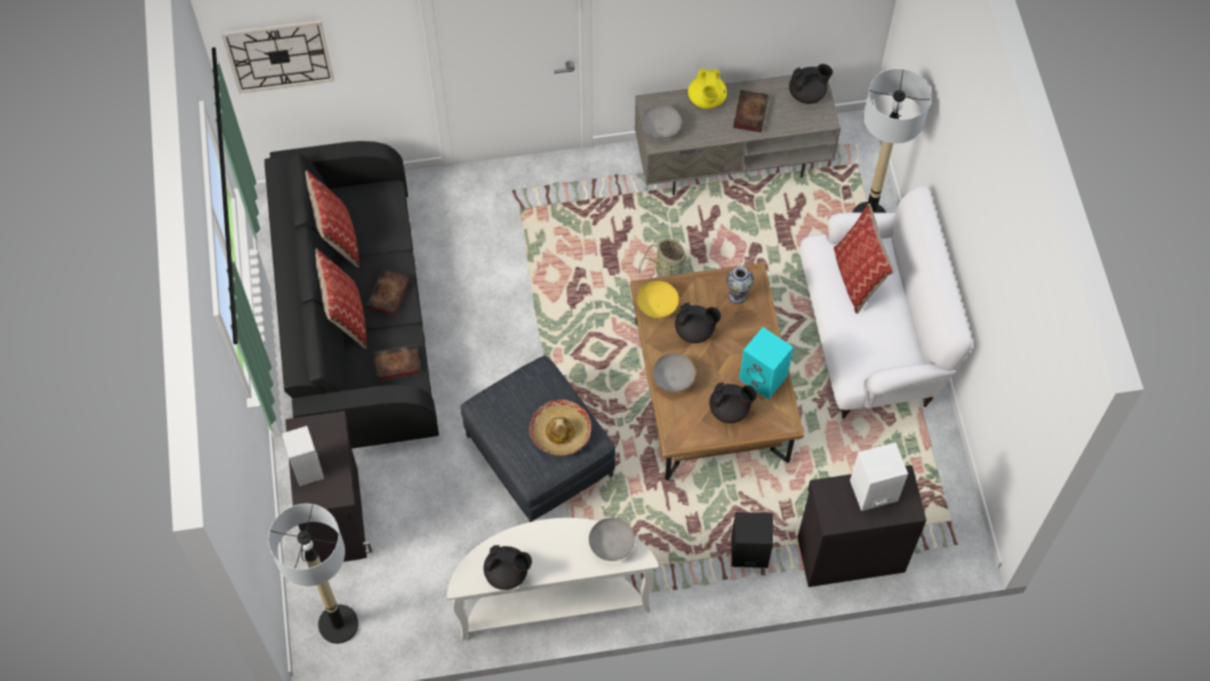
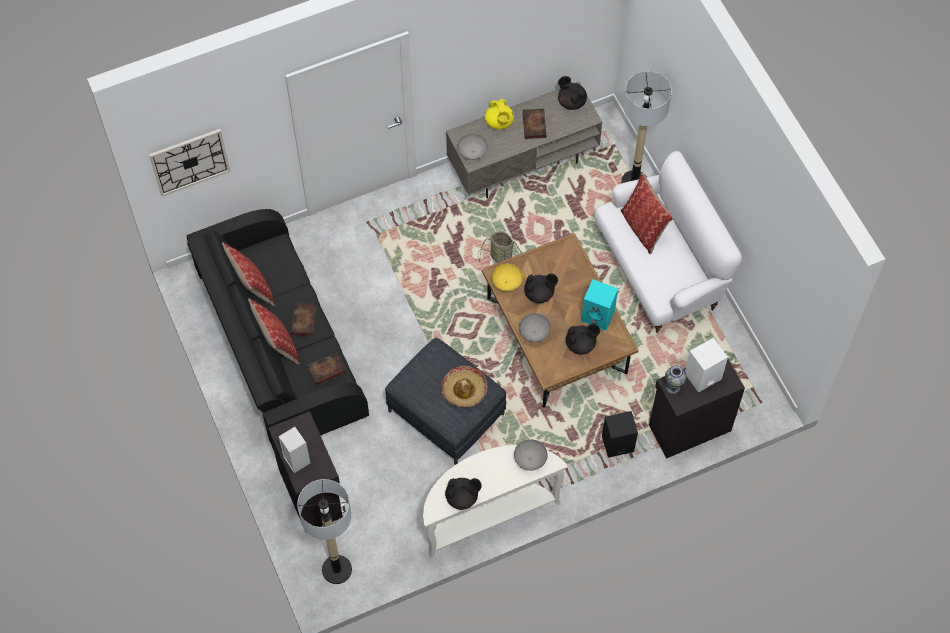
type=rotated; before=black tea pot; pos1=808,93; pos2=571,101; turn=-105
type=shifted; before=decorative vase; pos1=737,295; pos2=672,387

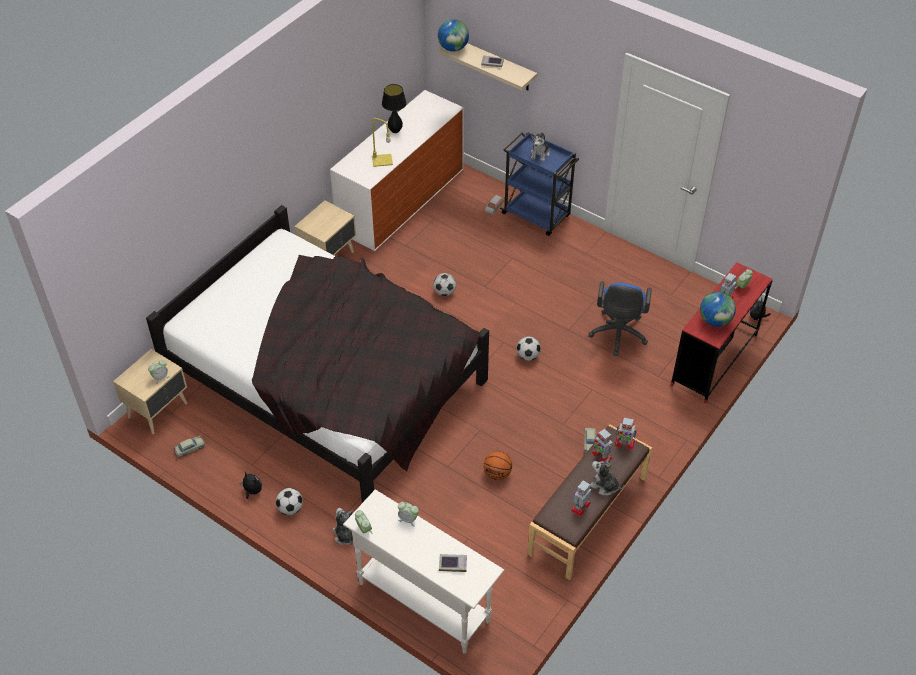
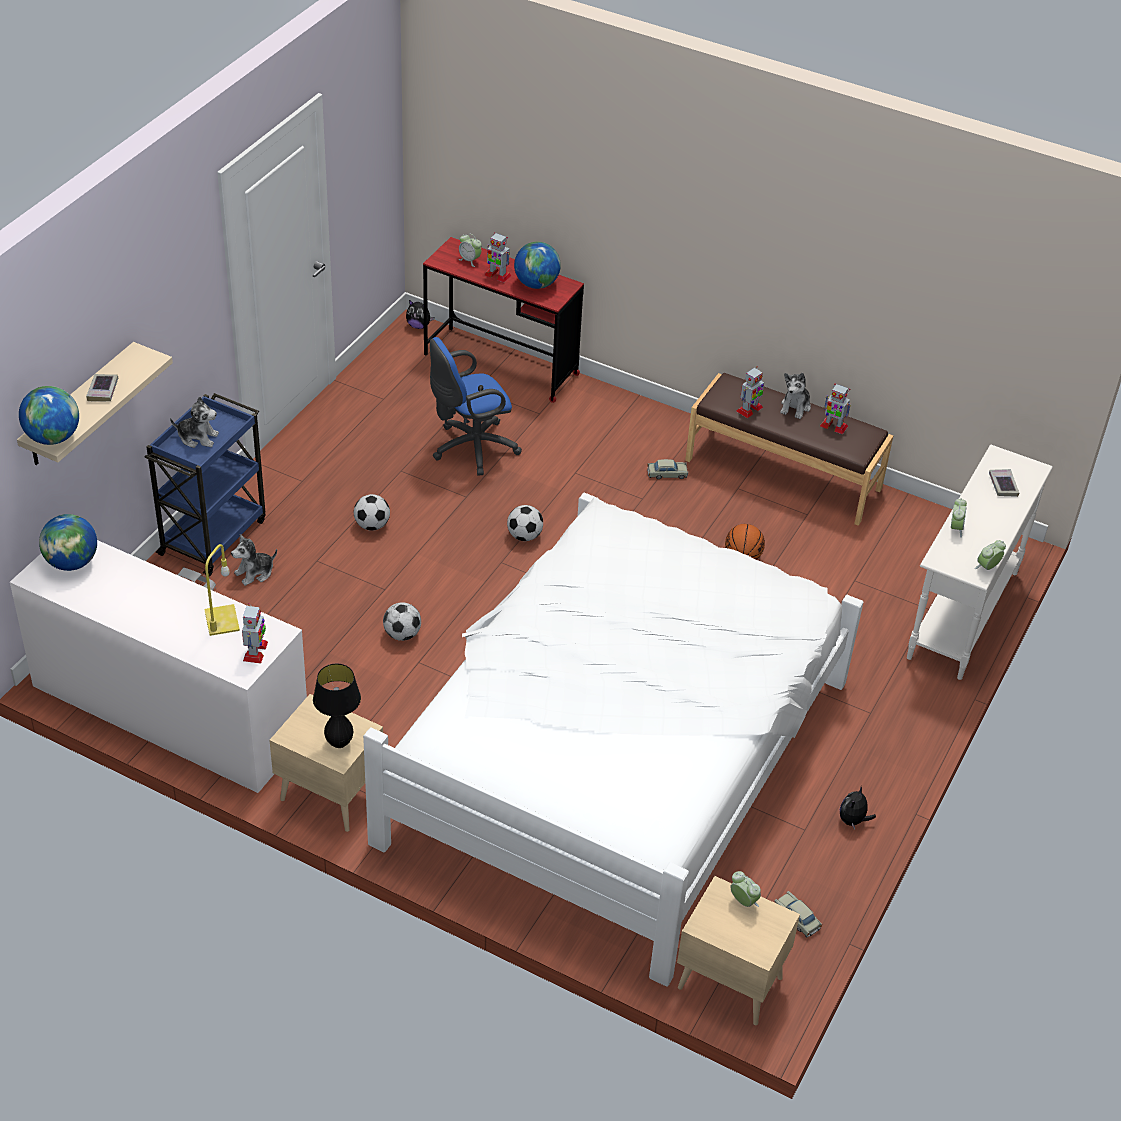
type=shifted; before=black tabletop lamp; pos1=395,131; pos2=339,743
type=repainted; before=black bedroom bed; after=white bedroom bed; pos1=328,381; pos2=617,757
type=rotated; before=bluish computer chair; pos1=618,336; pos2=470,449; turn=150
type=shifted; before=toy robot; pos1=624,443; pos2=255,652
type=shifted; before=football ball; pos1=290,508; pos2=372,525
type=shifted; before=cuddly toy; pos1=345,535; pos2=255,573
type=new; after=world globe; pos2=72,563

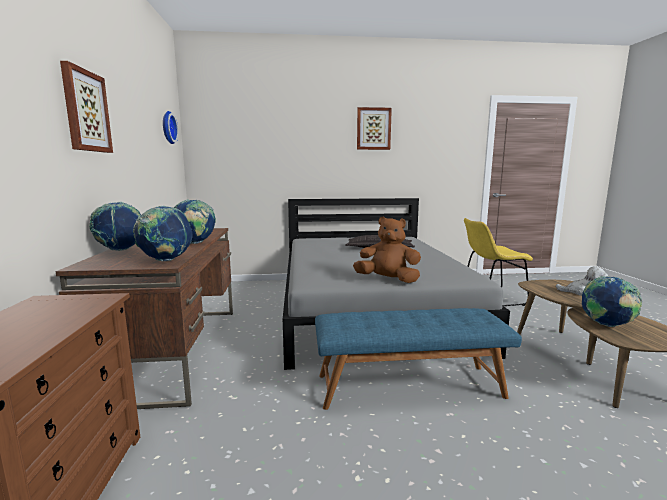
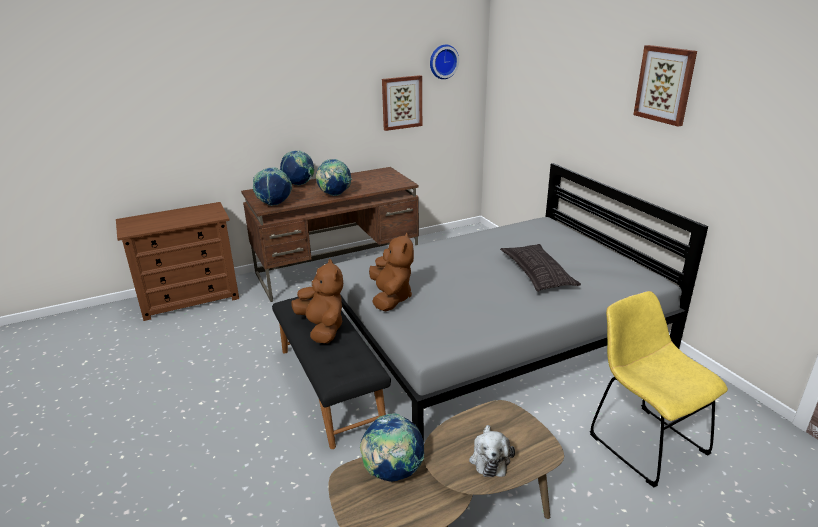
type=shifted; before=wall picture; pos1=85,111; pos2=401,102
type=repainted; before=bluish indoor bench; after=black indoor bench; pos1=409,385; pos2=331,386
type=new; after=brownish cuddly toy; pos2=322,329

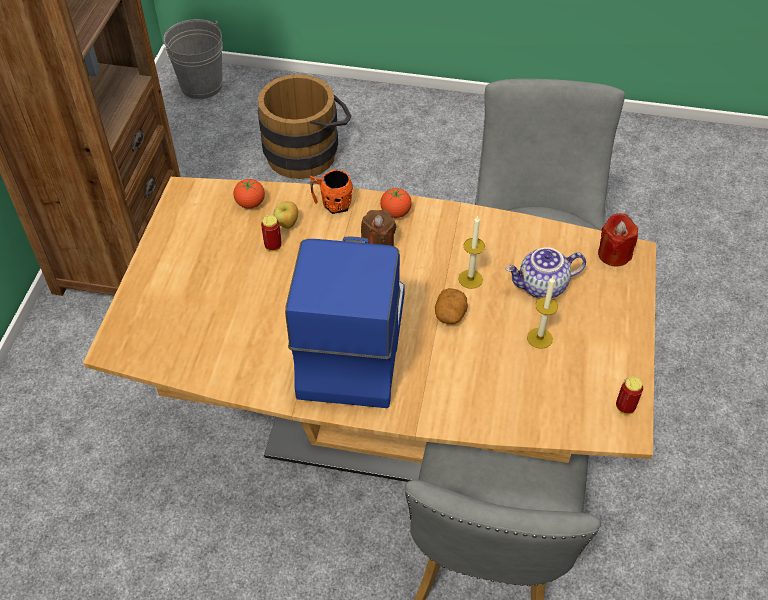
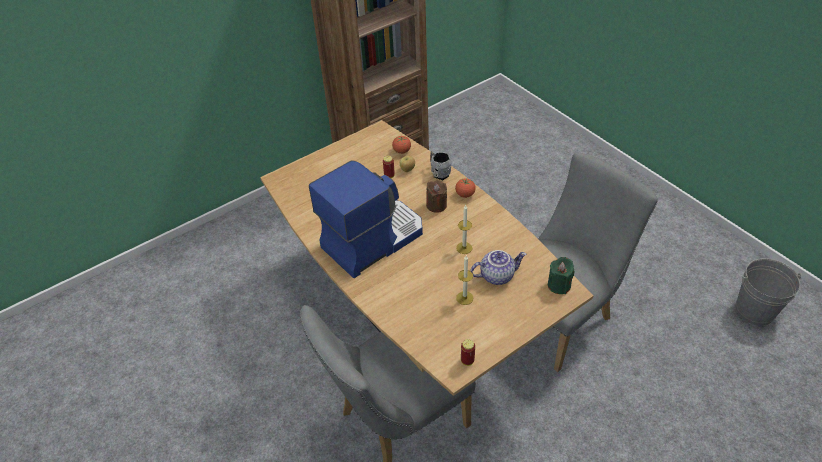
type=shifted; before=gray water bucket; pos1=201,85; pos2=755,310
type=gone; before=brownish water bucket; pos1=307,151
type=repainted; before=orange-coloured tea mug; after=gray tea mug; pos1=332,204; pos2=439,173
type=repainted; before=red-coloured candle; after=green-coloured candle; pos1=614,254; pos2=559,285
type=rotated; before=tea pot; pos1=542,287; pos2=497,275; turn=135
type=gone; before=spud; pos1=450,314

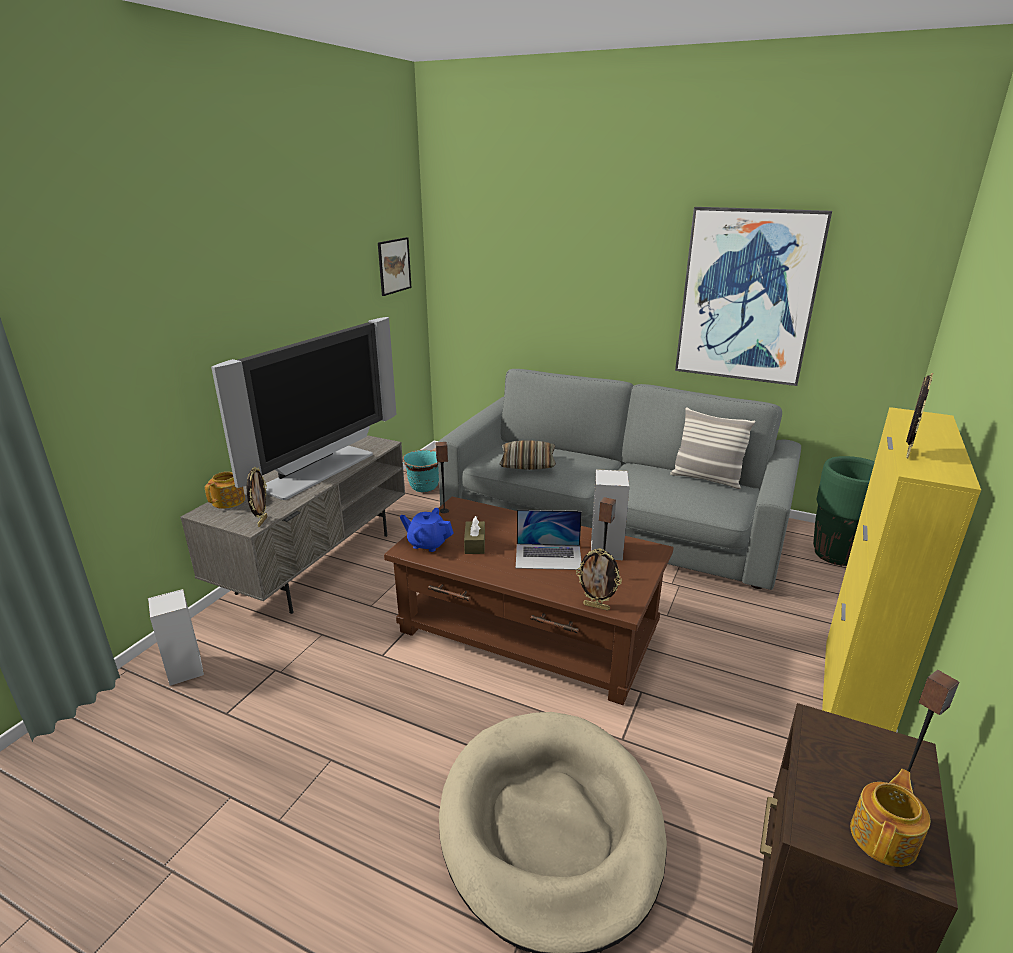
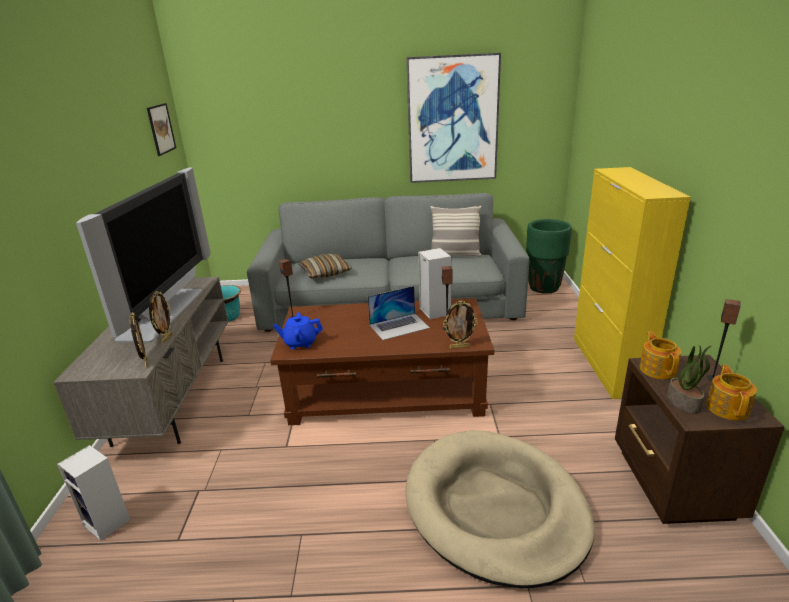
type=shifted; before=photo frame; pos1=906,452; pos2=166,338
type=shifted; before=tea pot; pos1=229,501; pos2=657,369
type=gone; before=brownish tissue holder; pos1=475,544
type=new; after=plant in a pot; pos2=684,403

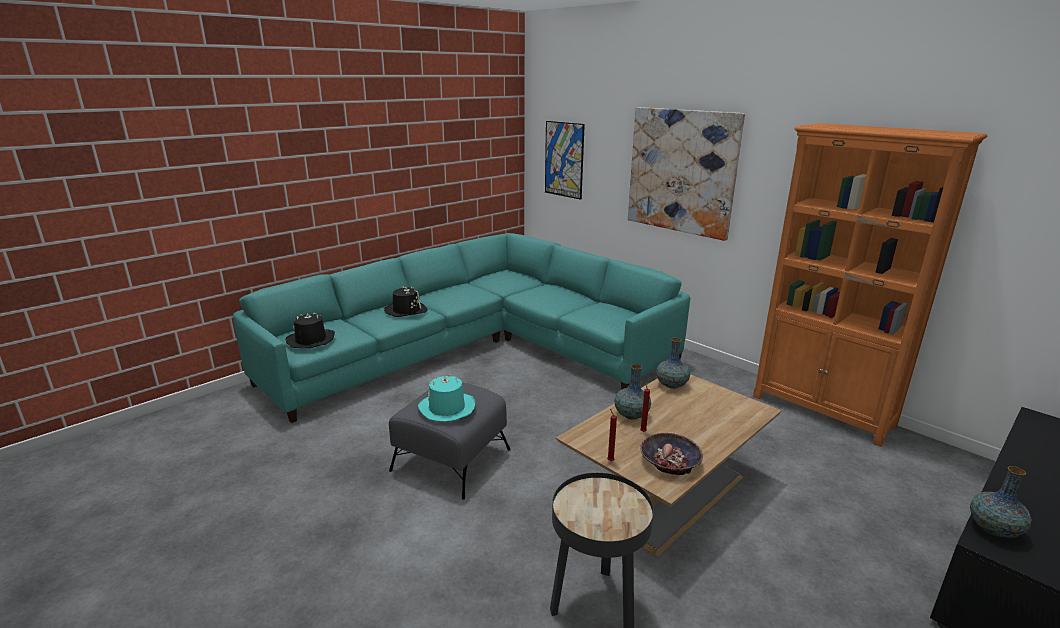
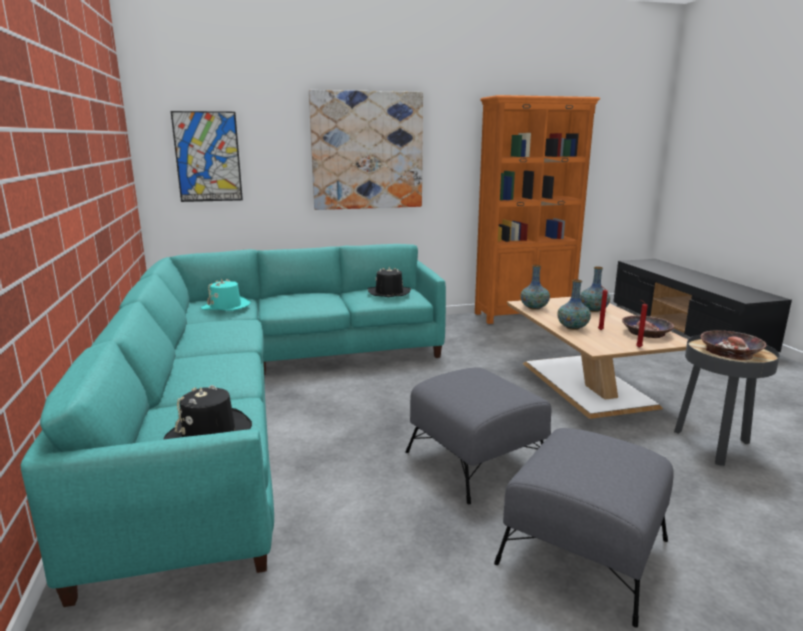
type=shifted; before=black clothing hat; pos1=406,310; pos2=389,293
type=shifted; before=blue-green clothing hat; pos1=446,408; pos2=226,306
type=shifted; before=decorative vase; pos1=993,529; pos2=593,310
type=new; after=bowl; pos2=730,351
type=new; after=gray footrest; pos2=584,551

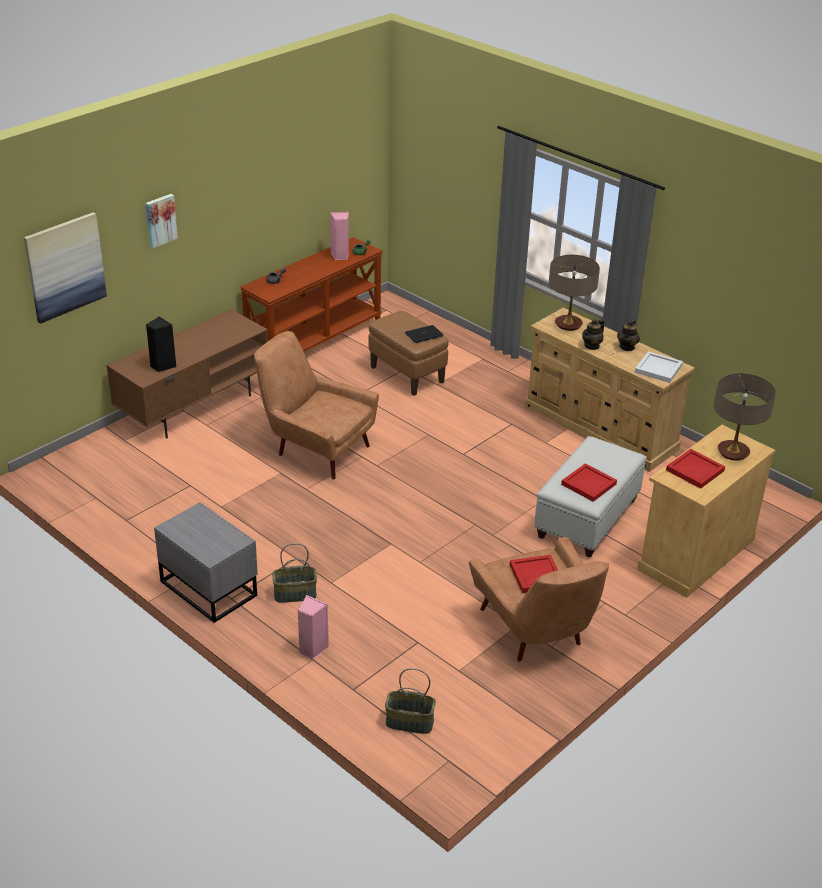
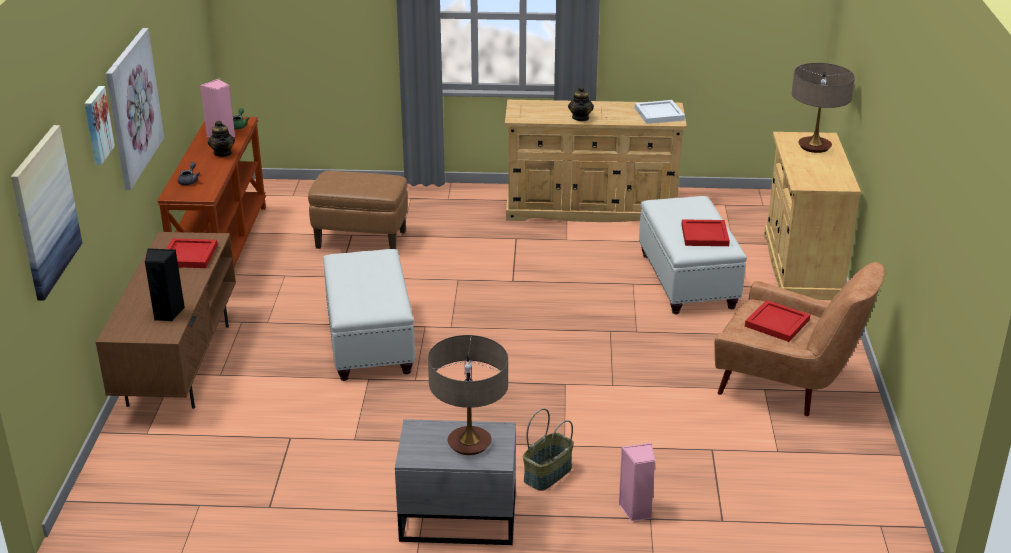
type=shifted; before=tabletop lamp; pos1=568,324; pos2=469,443
type=shifted; before=tea pot; pos1=627,347; pos2=223,153
type=gone; before=notebook computer; pos1=424,335
type=swapped; before=brownish armchair; after=white footrest; pos1=315,448; pos2=369,341
type=shifted; before=red-coloured carrying tray; pos1=696,470; pos2=190,255
type=gone; before=household basket; pos1=409,722
type=new; after=wall picture; pos2=133,107

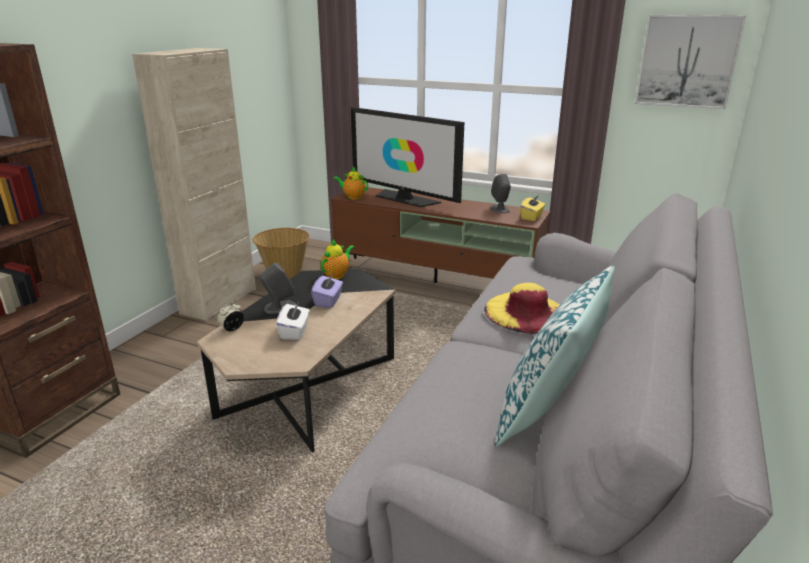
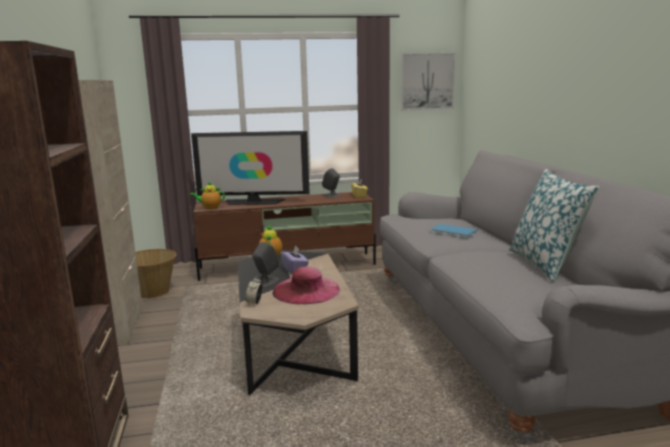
type=swapped; before=yellowish clothing hat; after=bluish volume; pos1=526,312; pos2=453,232
type=swapped; before=white tissue holder; after=pink clothing hat; pos1=295,332; pos2=306,290

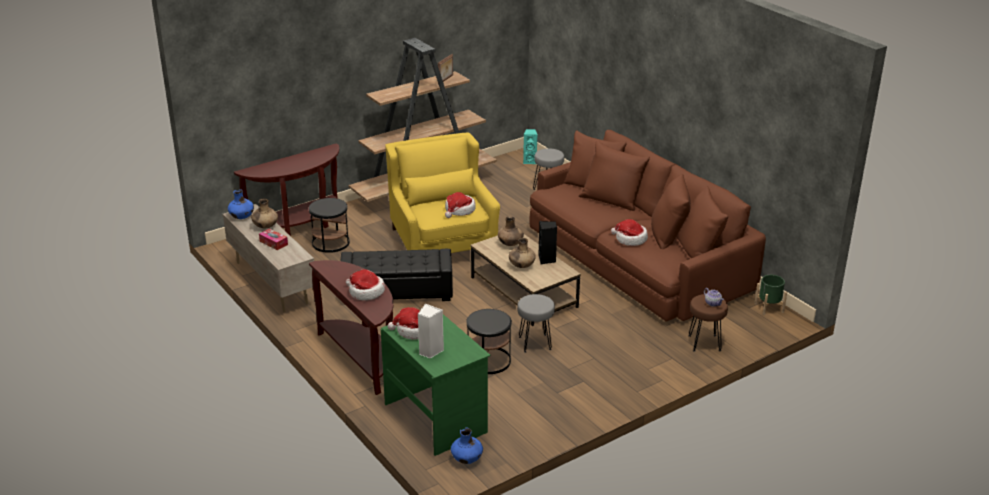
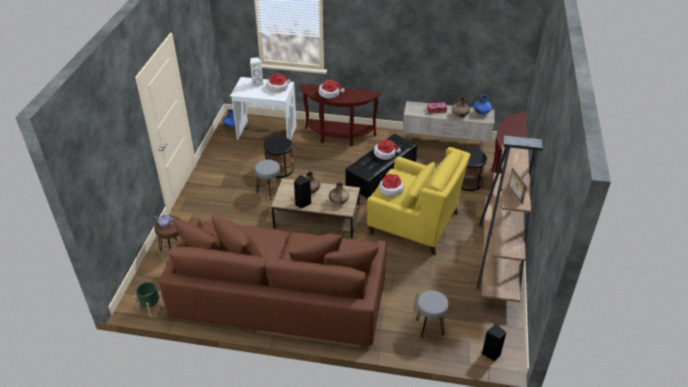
type=repainted; before=blue-green loudspeaker; after=black loudspeaker; pos1=530,161; pos2=491,354
type=shifted; before=clothing hat; pos1=630,239; pos2=385,153
type=repainted; before=green-coloured desk table; after=white desk table; pos1=436,418; pos2=266,133

